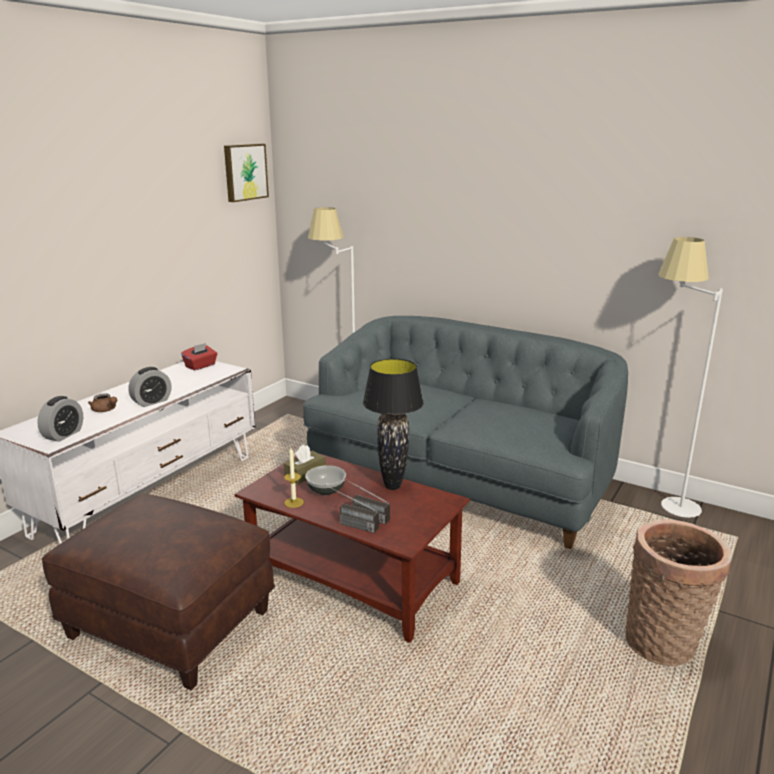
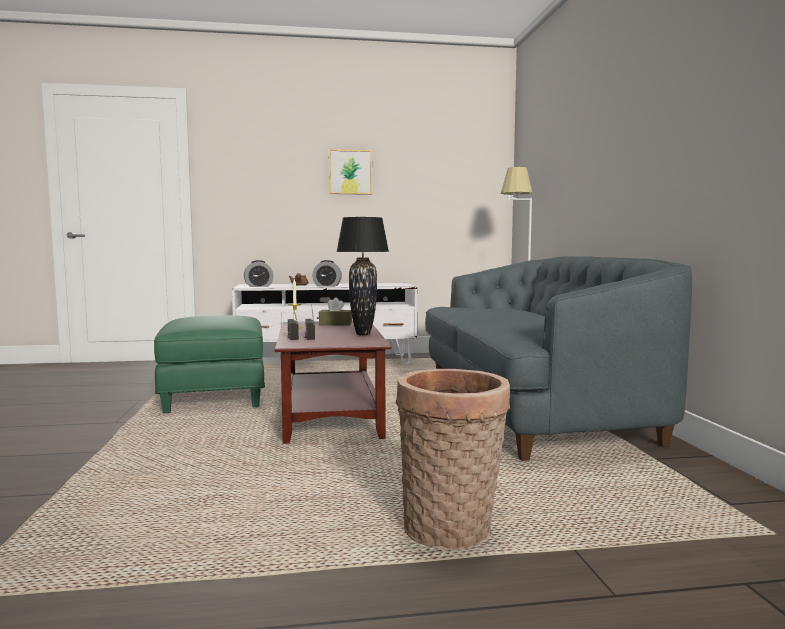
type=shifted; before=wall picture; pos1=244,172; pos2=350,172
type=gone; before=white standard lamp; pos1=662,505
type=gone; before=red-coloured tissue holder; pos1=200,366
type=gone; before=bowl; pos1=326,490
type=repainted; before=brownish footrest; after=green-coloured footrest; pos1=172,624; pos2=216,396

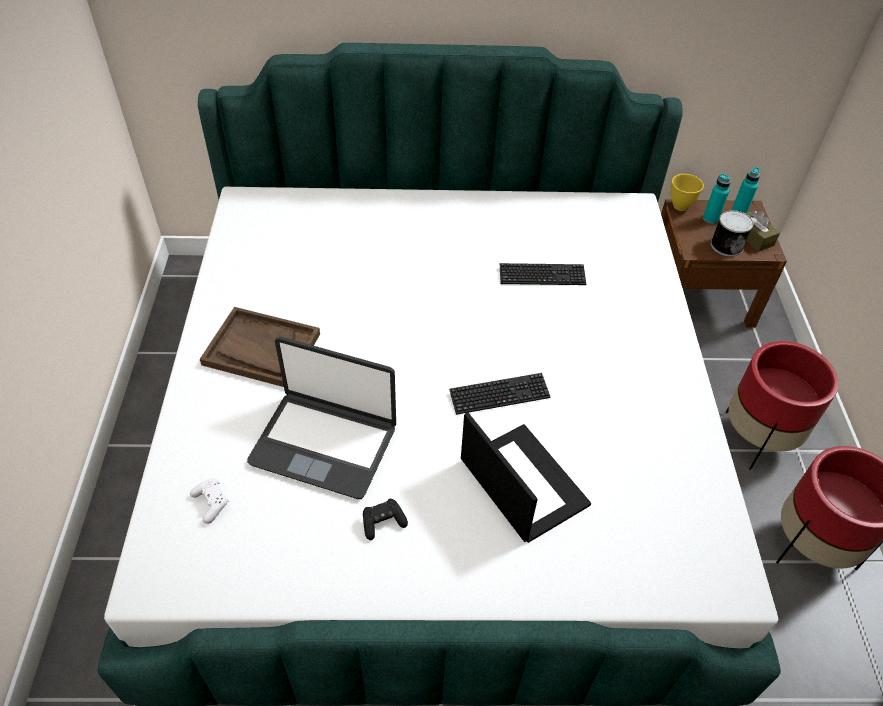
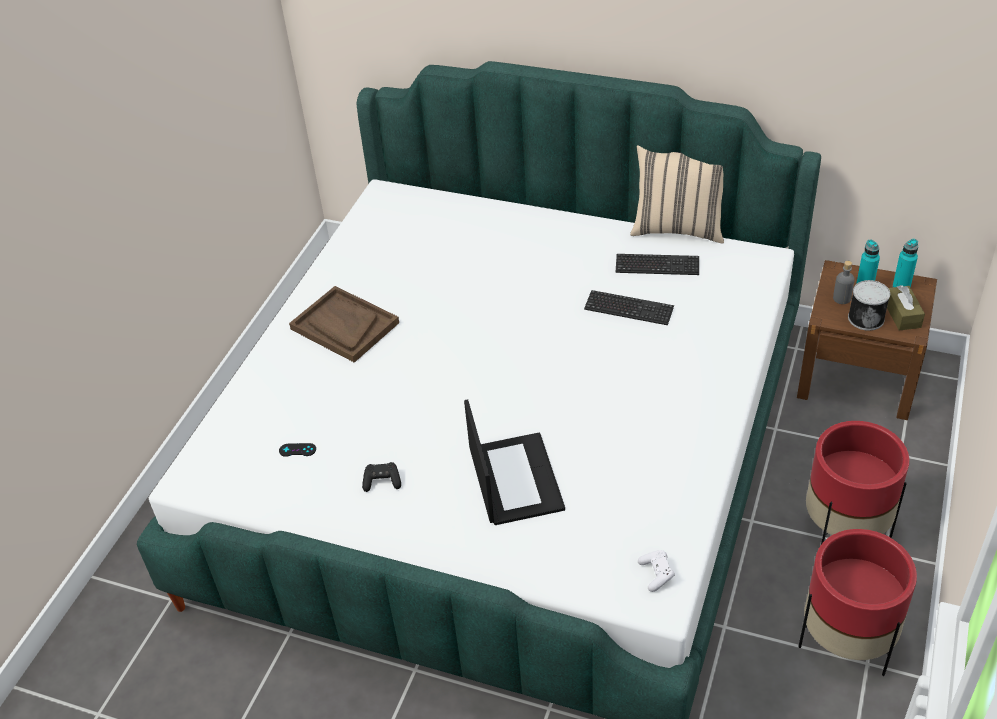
type=gone; before=yellowish bowl; pos1=681,206
type=gone; before=notebook computer; pos1=324,444
type=shifted; before=PC keyboard; pos1=499,395; pos2=657,266
type=shifted; before=white joypad; pos1=211,503; pos2=656,574
type=new; after=sand-coloured throw pillow; pos2=678,228
type=new; after=gray bottle; pos2=841,298
type=new; after=black joypad; pos2=297,450

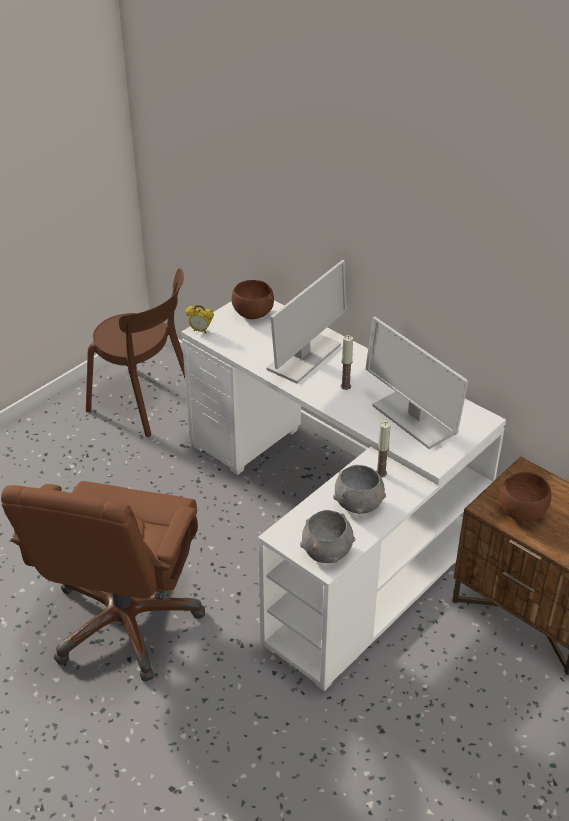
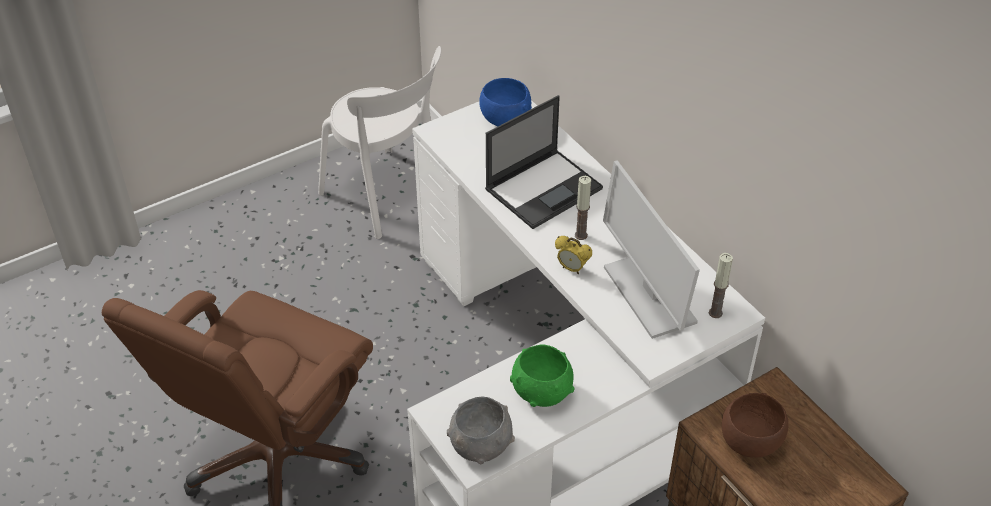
type=swapped; before=monitor; after=notebook computer; pos1=304,358; pos2=544,188
type=repainted; before=brownish upright chair; after=white upright chair; pos1=145,402; pos2=388,195
type=repainted; before=brownish bowl; after=bluish bowl; pos1=252,314; pos2=504,119
type=shifted; before=bedside clock; pos1=200,331; pos2=572,269
type=shifted; before=candle; pos1=381,473; pos2=715,313
type=repainted; before=gray bowl; after=green-coloured bowl; pos1=358,505; pos2=541,393

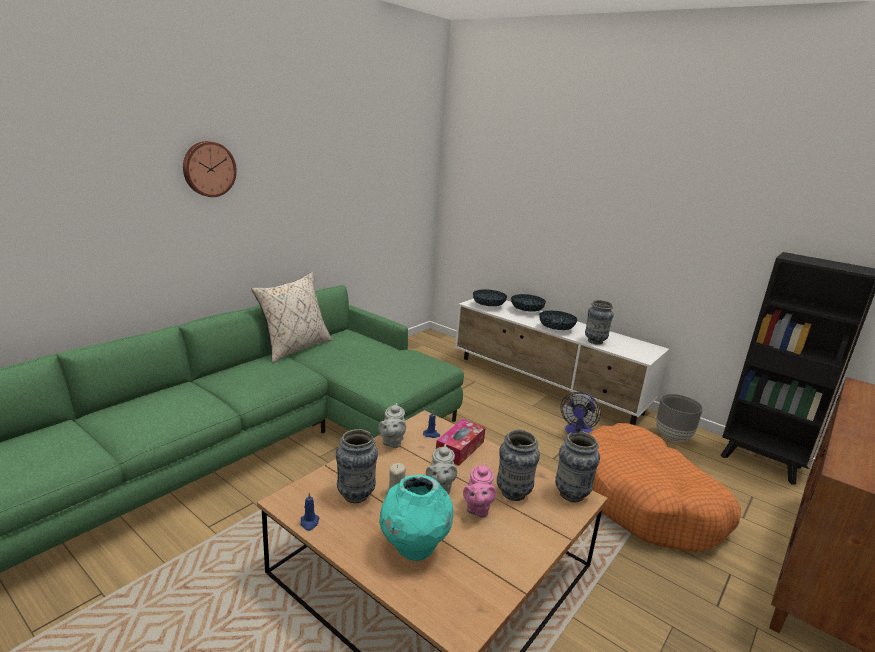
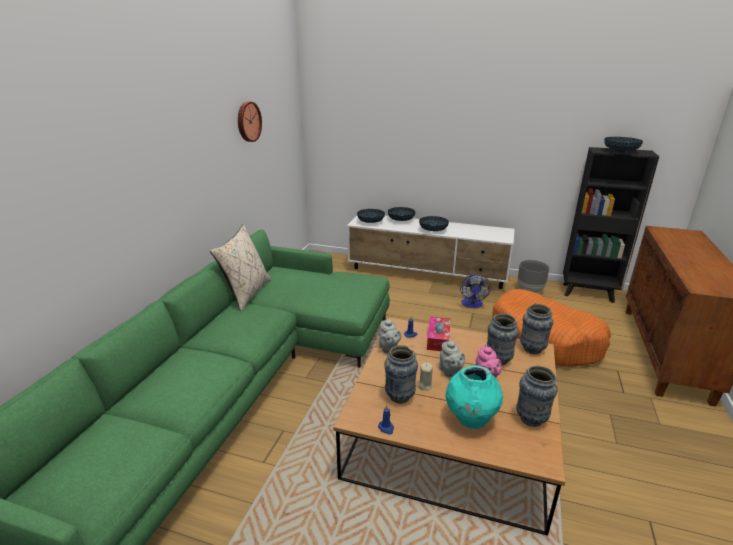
type=shifted; before=hanging clock; pos1=208,169; pos2=248,121
type=shifted; before=decorative vase; pos1=595,341; pos2=531,419
type=new; after=bowl; pos2=620,152

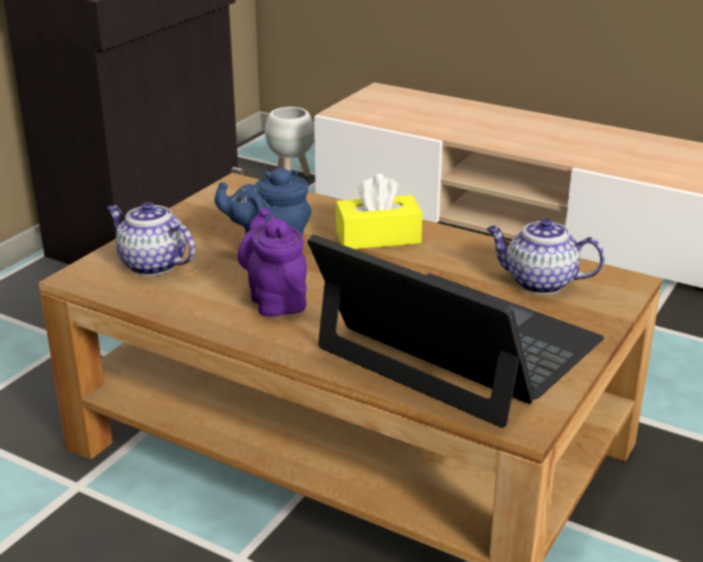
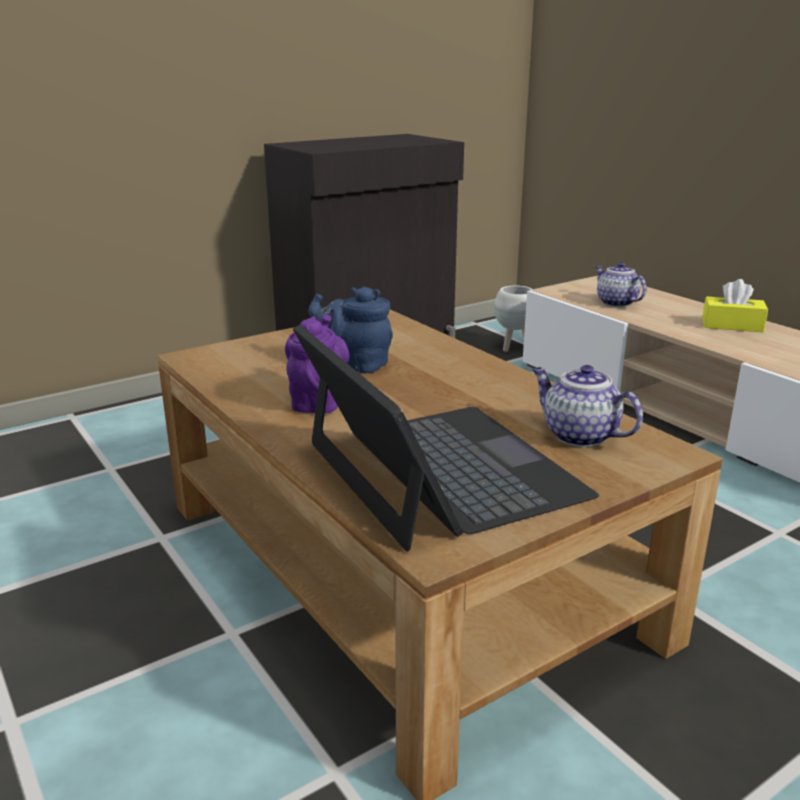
type=shifted; before=yellowish tissue holder; pos1=378,237; pos2=732,325
type=shifted; before=tea pot; pos1=151,264; pos2=615,302

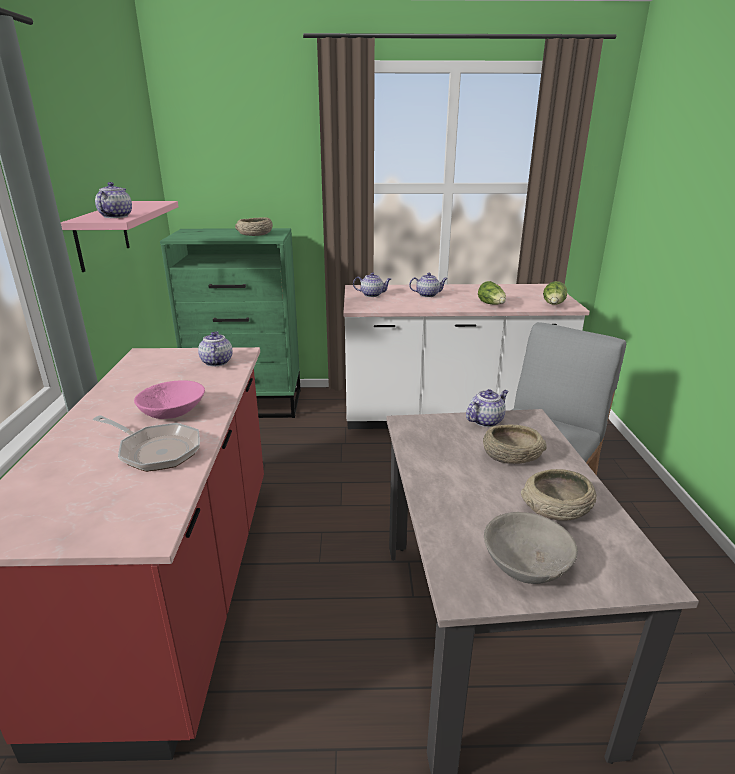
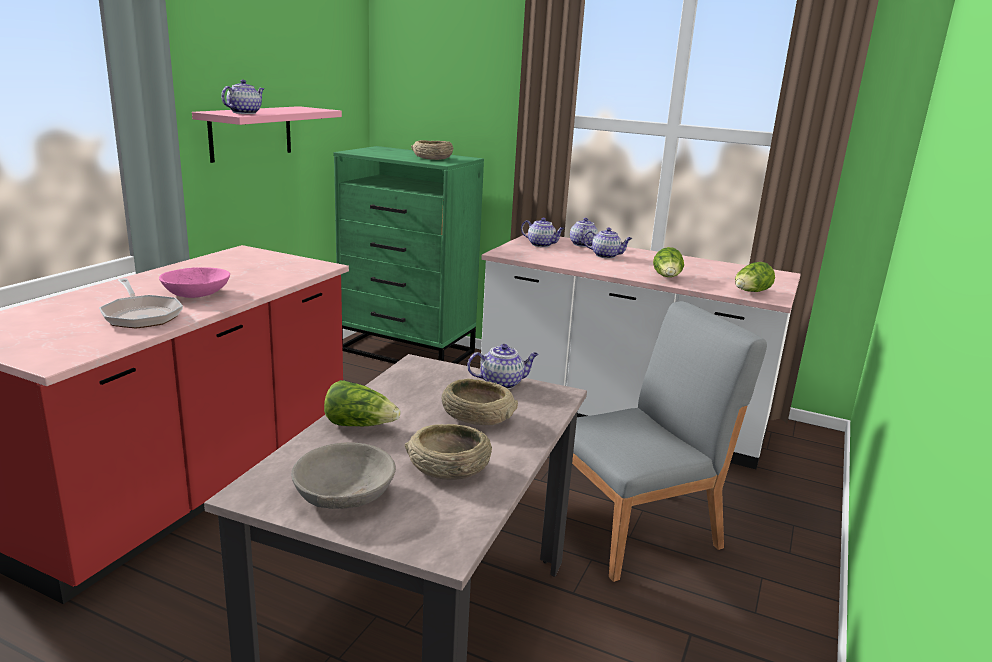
type=shifted; before=tea pot; pos1=216,362; pos2=582,244
type=new; after=lettuce; pos2=360,425

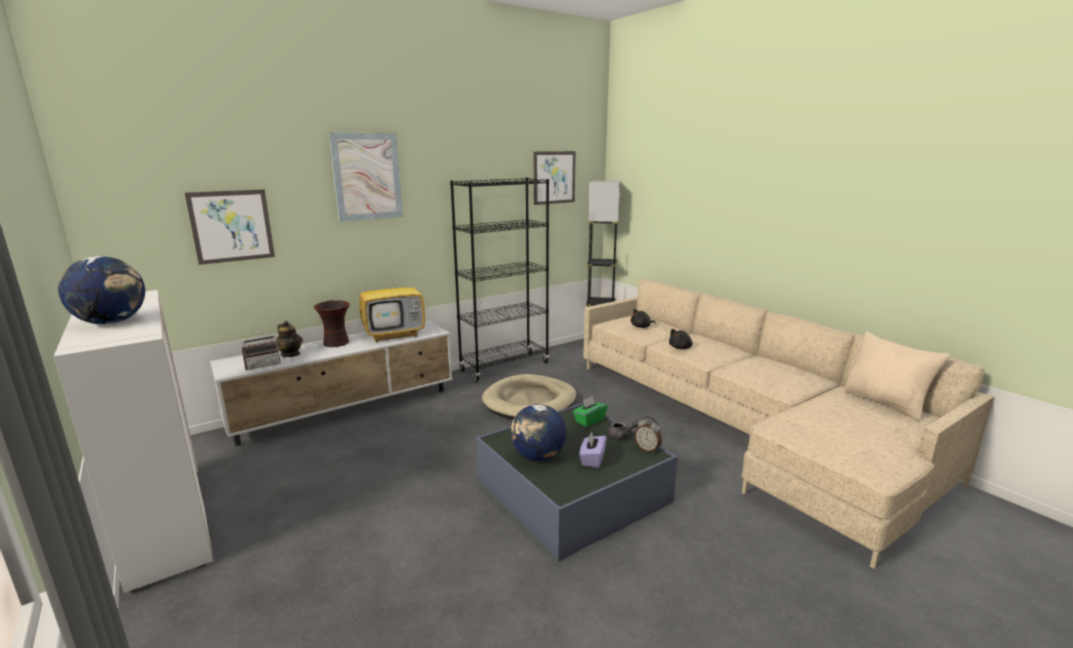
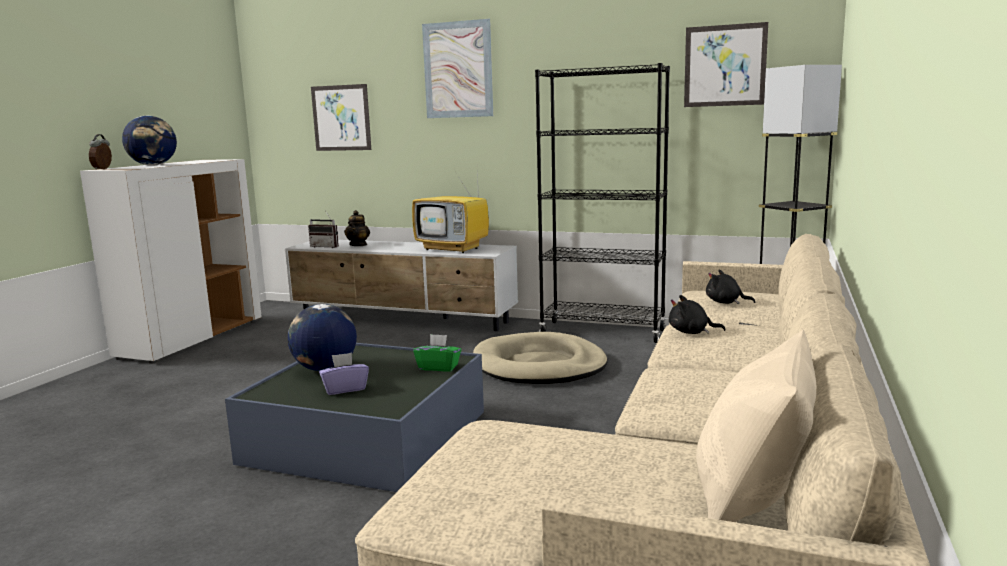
type=gone; before=decorative vase; pos1=336,343
type=shifted; before=bedside clock; pos1=647,449; pos2=103,169
type=gone; before=gray tea pot; pos1=621,436

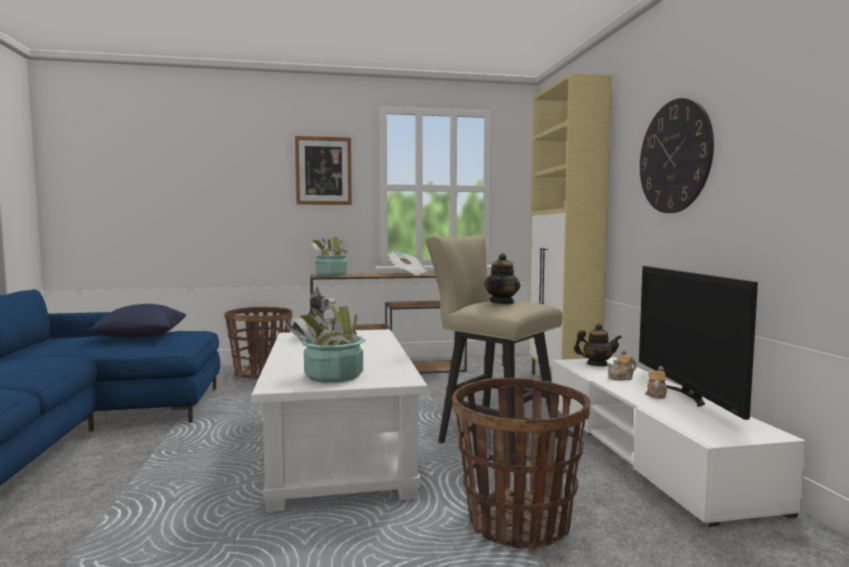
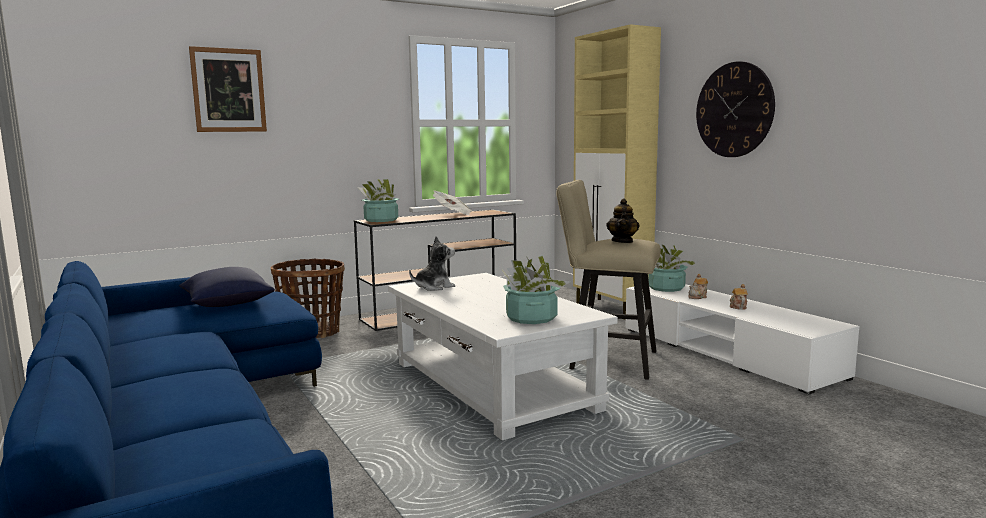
type=shifted; before=wall picture; pos1=323,171; pos2=228,90
type=gone; before=television; pos1=687,396
type=swapped; before=tea pot; after=plant in a pot; pos1=597,364; pos2=666,288
type=gone; before=household basket; pos1=518,523

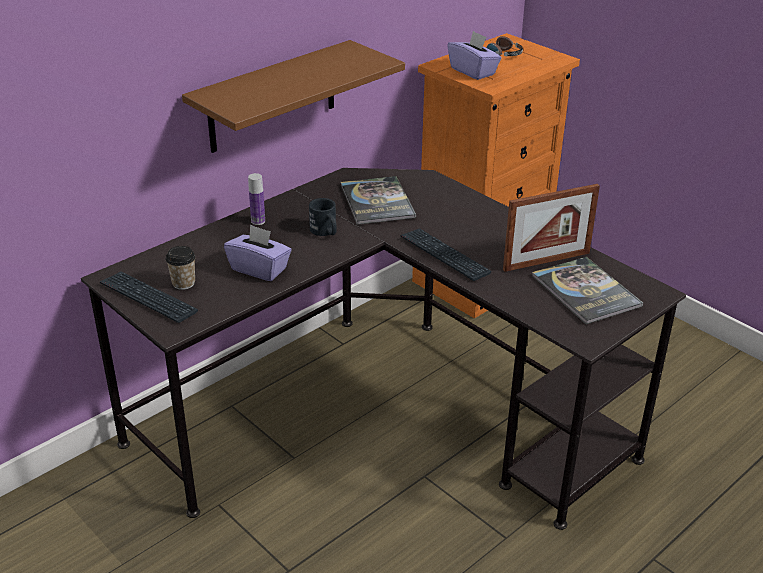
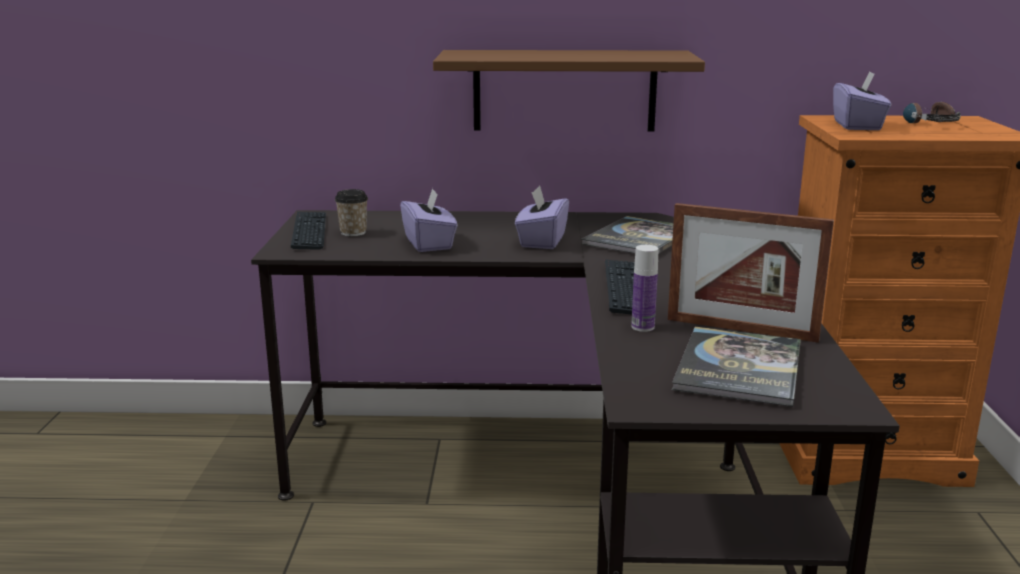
type=shifted; before=bottle; pos1=258,221; pos2=642,327
type=swapped; before=black tea mug; after=purple-coloured tissue holder; pos1=325,232; pos2=541,241

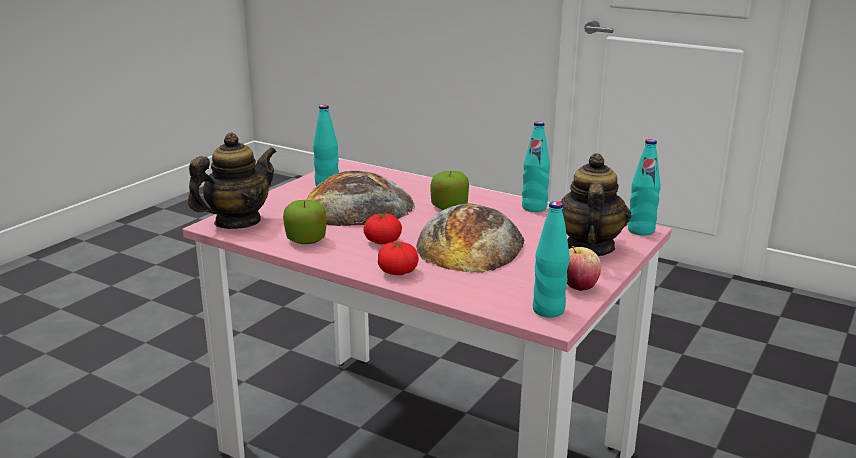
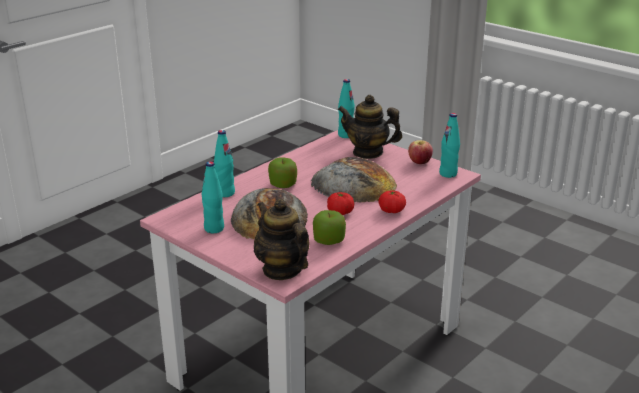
type=shifted; before=blue-green bottle; pos1=534,208; pos2=225,193

